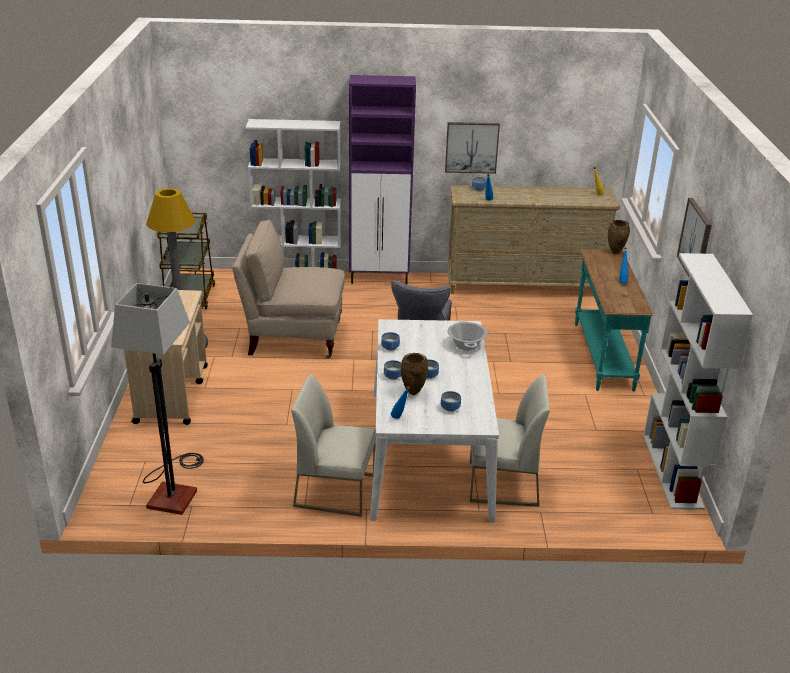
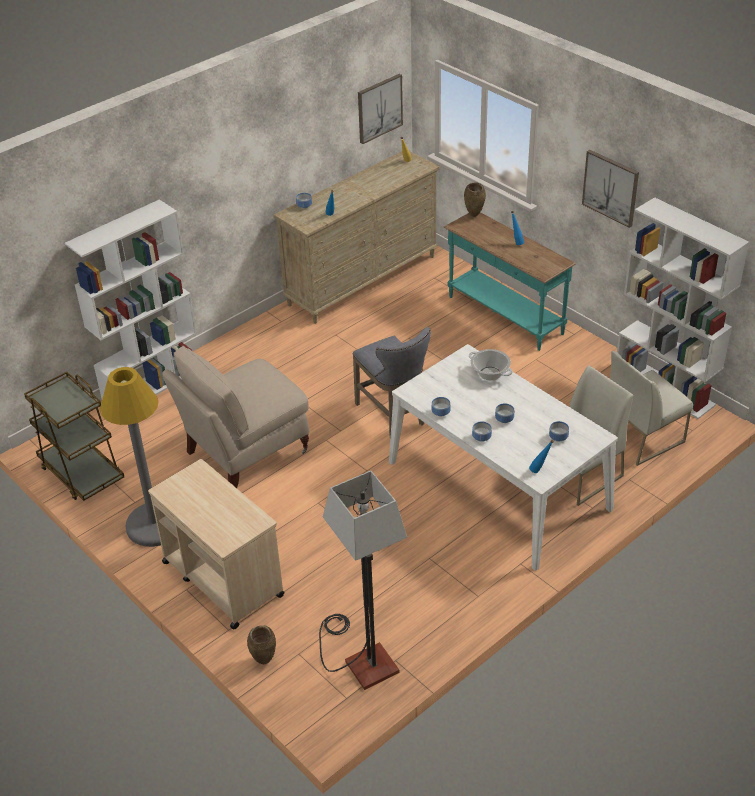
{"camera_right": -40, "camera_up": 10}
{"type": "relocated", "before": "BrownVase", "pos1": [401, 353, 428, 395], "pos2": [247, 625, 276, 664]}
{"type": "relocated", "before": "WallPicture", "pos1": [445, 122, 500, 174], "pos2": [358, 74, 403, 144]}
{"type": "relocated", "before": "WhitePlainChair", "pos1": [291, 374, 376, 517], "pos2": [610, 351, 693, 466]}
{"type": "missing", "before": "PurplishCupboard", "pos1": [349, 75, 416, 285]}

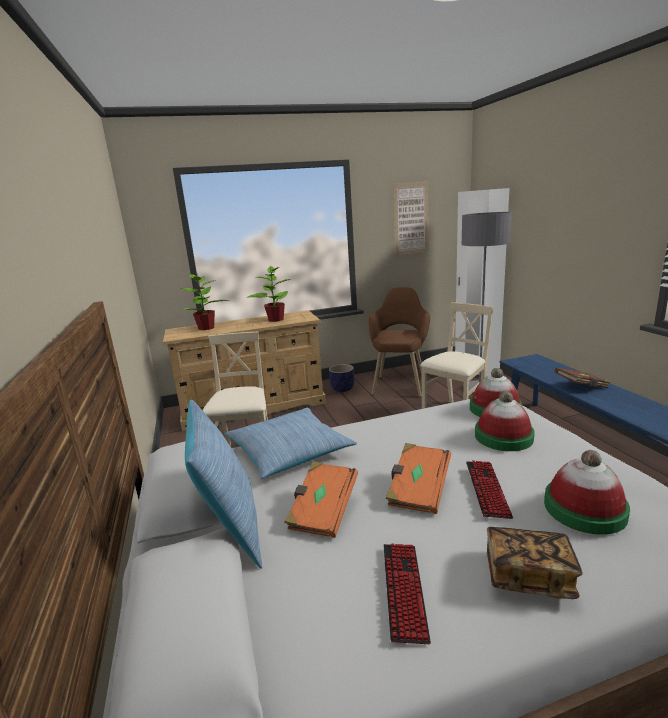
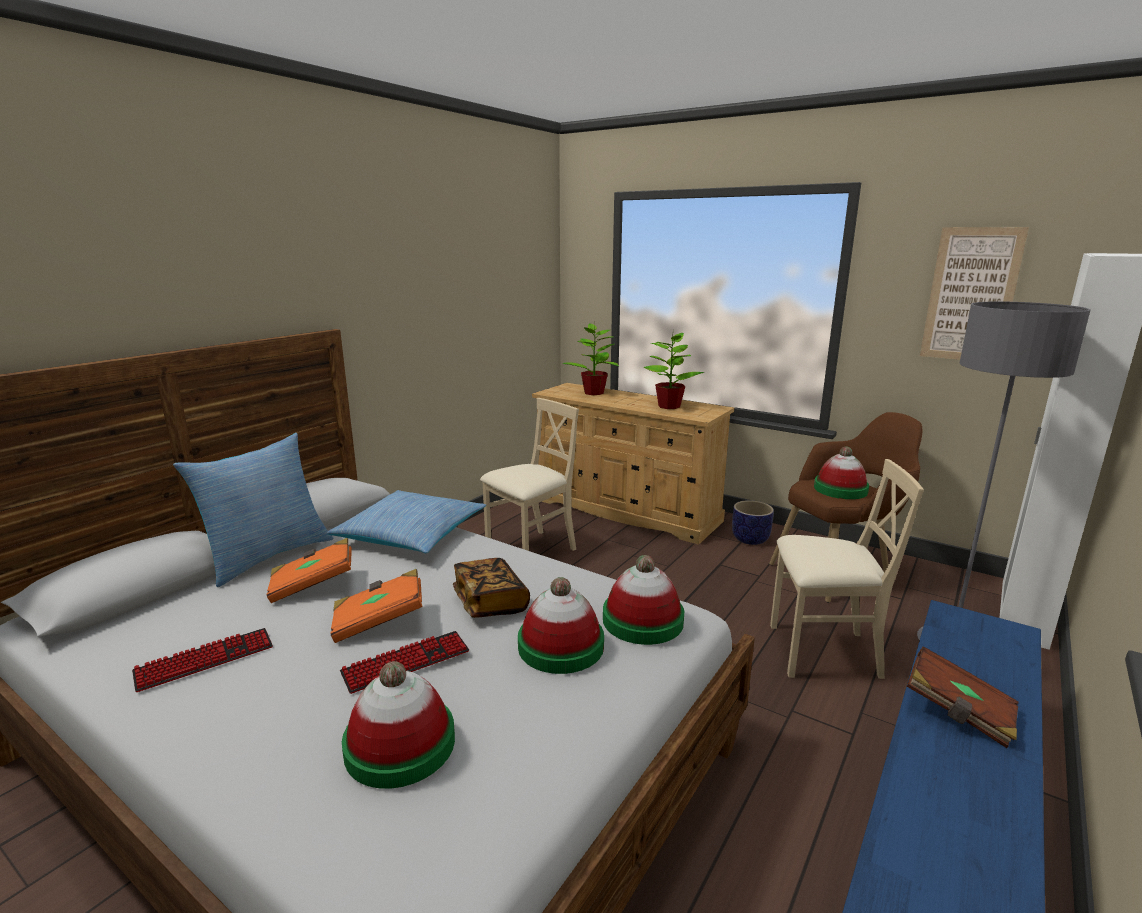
{"camera_right": 50, "camera_up": 0}
{"type": "relocated", "before": "BoundBook", "pos1": [487, 527, 583, 599], "pos2": [453, 558, 530, 618]}
{"type": "appeared", "after": "WearableHat", "pos2": [814, 447, 869, 499]}

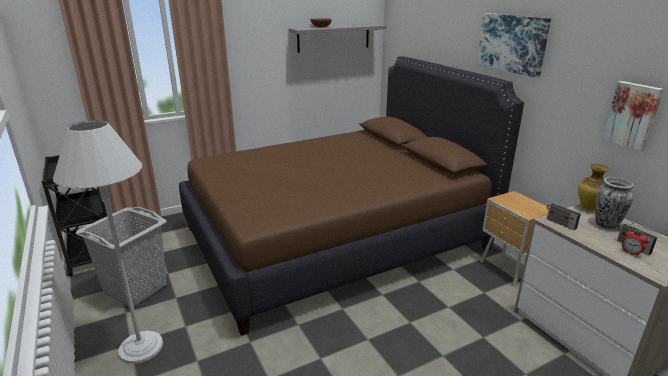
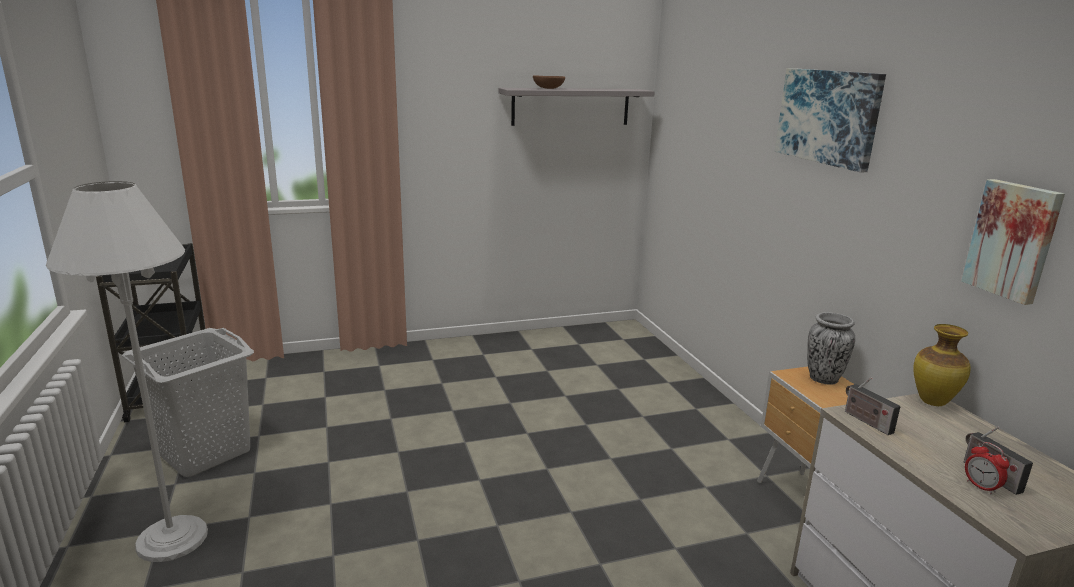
{"camera_right": 10, "camera_up": -5}
{"type": "relocated", "before": "Vase", "pos1": [595, 177, 634, 229], "pos2": [807, 312, 855, 385]}
{"type": "missing", "before": "BrownBedroomBed", "pos1": [179, 56, 524, 336]}

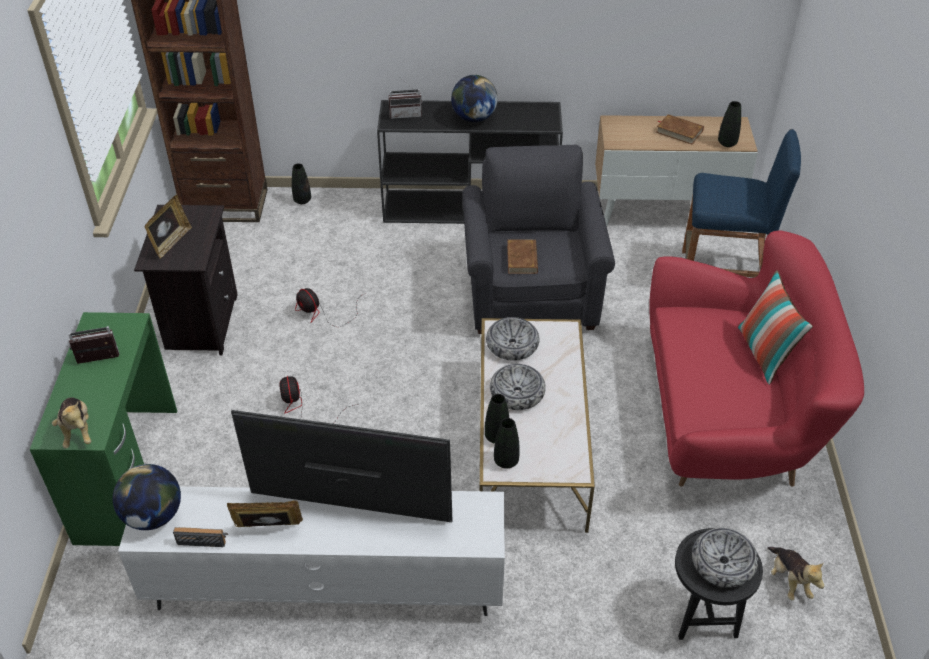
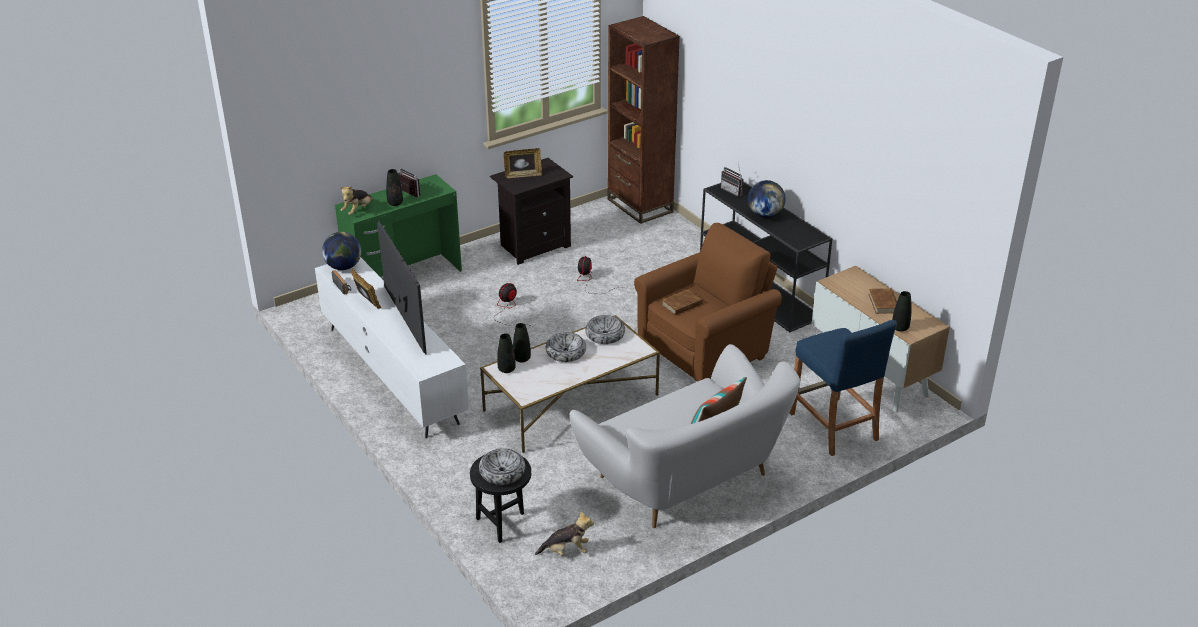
{"camera_right": 55, "camera_up": -10}
{"type": "relocated", "before": "BlackVase", "pos1": [292, 163, 311, 204], "pos2": [386, 169, 403, 206]}
{"type": "spun", "before": "CuddlyToy", "pos1": [767, 547, 824, 601], "pos2": [535, 511, 594, 556], "turn": -135}
{"type": "colour", "before": "RedColouredSettee", "after": "WhiteSettee", "pos1": [649, 230, 864, 487], "pos2": [569, 344, 800, 528]}
{"type": "colour", "before": "GreyArmchair", "after": "BrownArmchair", "pos1": [463, 145, 615, 334], "pos2": [634, 223, 782, 382]}

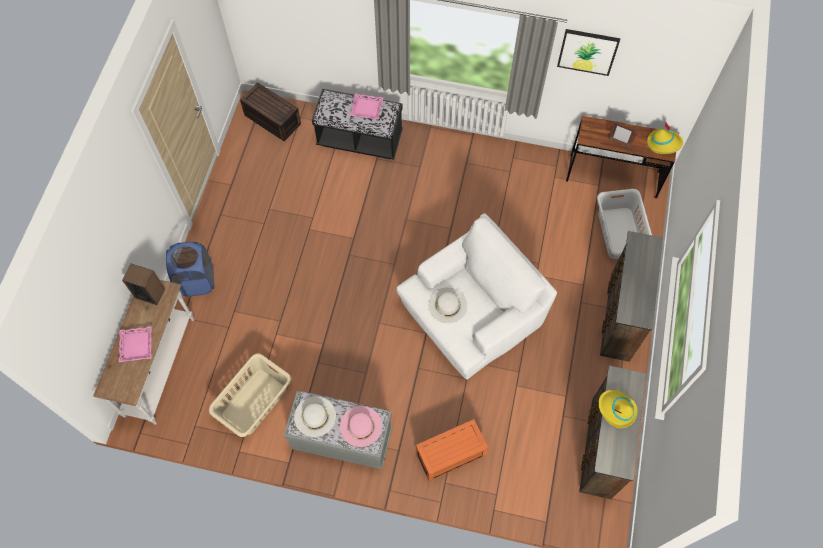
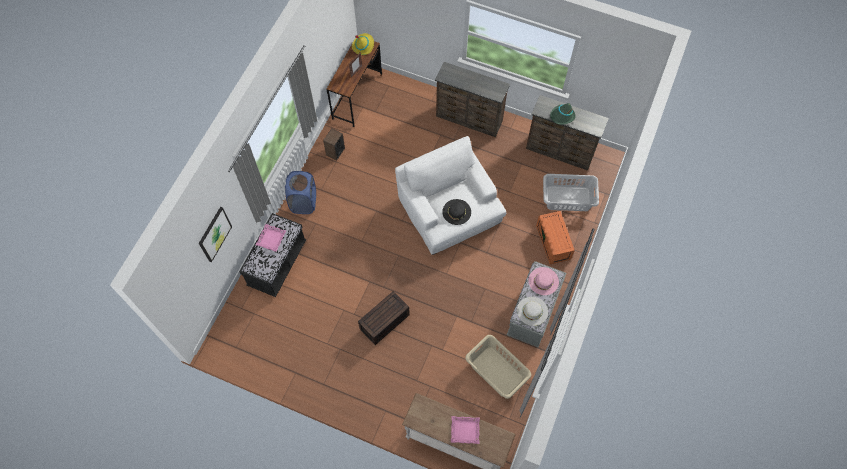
{"camera_right": -80, "camera_up": 0}
{"type": "relocated", "before": "WallPicture", "pos1": [557, 29, 620, 76], "pos2": [199, 207, 232, 262]}
{"type": "relocated", "before": "BlueColouredLaundryBasket", "pos1": [166, 241, 214, 296], "pos2": [285, 171, 316, 214]}
{"type": "relocated", "before": "Loudspeaker", "pos1": [122, 264, 165, 305], "pos2": [323, 129, 345, 160]}
{"type": "relocated", "before": "BrownStorageBin", "pos1": [240, 82, 301, 141], "pos2": [358, 291, 410, 345]}
{"type": "colour", "before": "WhiteWearableHat", "after": "BlackWearableHat", "pos1": [428, 287, 467, 323], "pos2": [442, 199, 471, 225]}
{"type": "relocated", "before": "GreyLaundryBasket", "pos1": [597, 189, 652, 259], "pos2": [543, 174, 599, 211]}
{"type": "colour", "before": "YellowishWearableHat", "after": "GreenishWearableHat", "pos1": [598, 390, 638, 428], "pos2": [550, 103, 575, 125]}

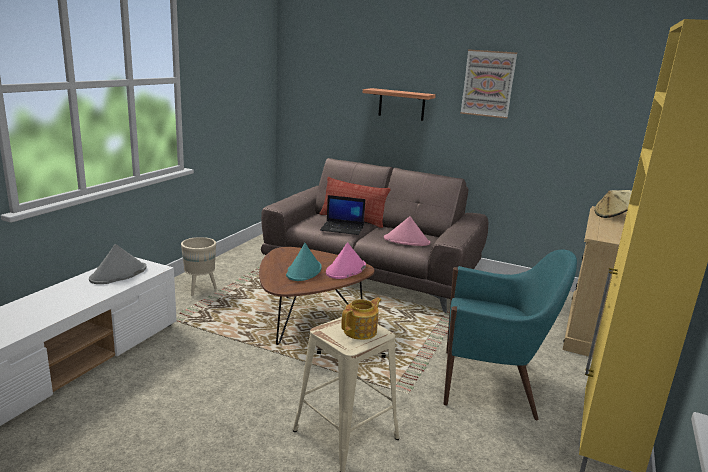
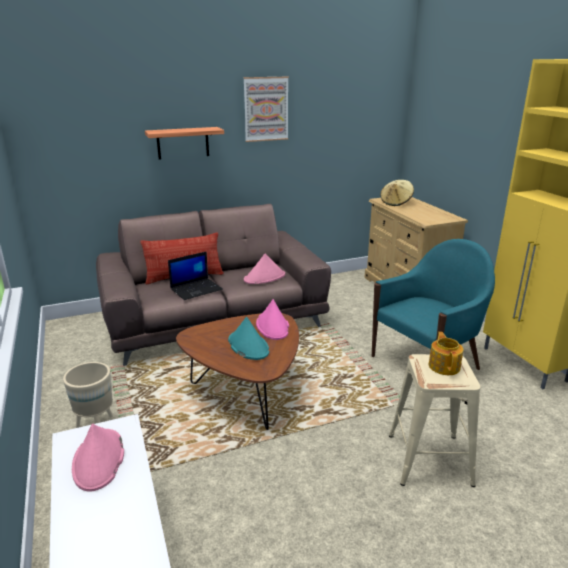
{"camera_right": -45, "camera_up": 5}
{"type": "colour", "before": "GreyWearableHat", "after": "PinkColouredWearableHat", "pos1": [89, 244, 147, 284], "pos2": [72, 424, 124, 492]}

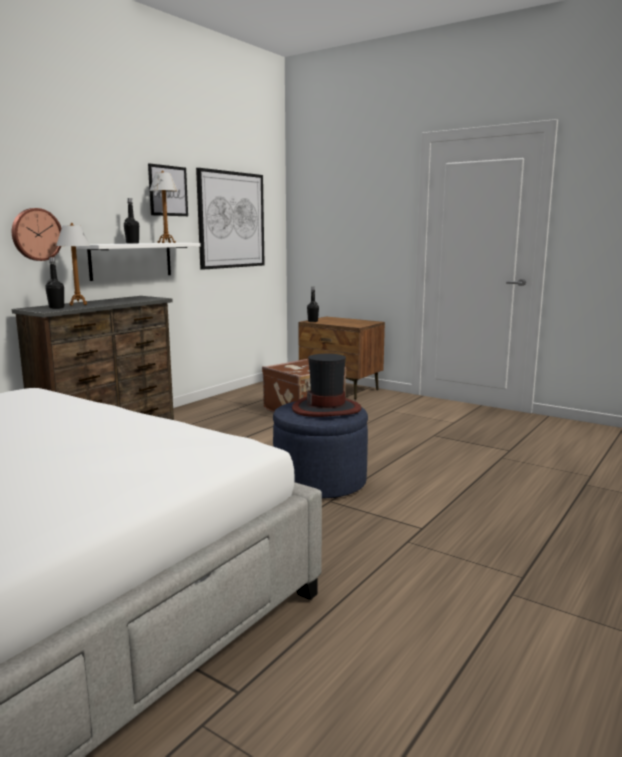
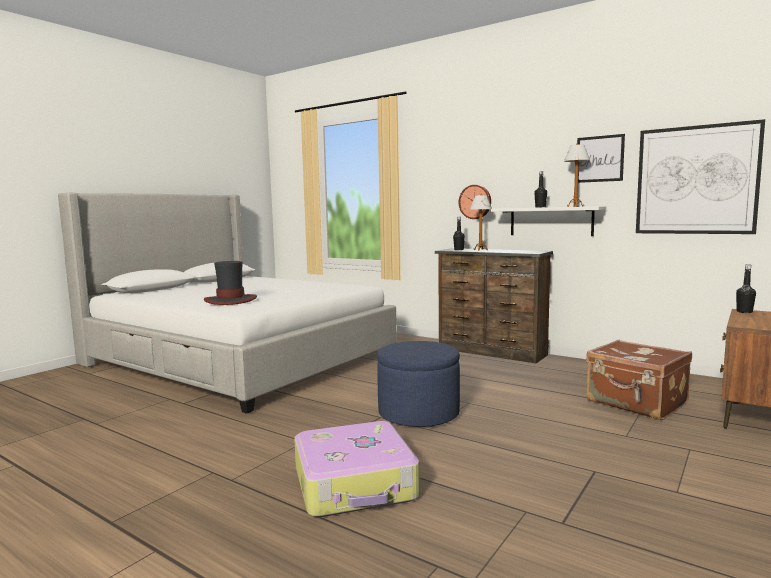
{"camera_right": 90, "camera_up": -5}
{"type": "relocated", "before": "WearableHat", "pos1": [292, 354, 362, 417], "pos2": [204, 261, 257, 305]}
{"type": "appeared", "after": "PieceOfLuggage", "pos2": [294, 421, 420, 517]}

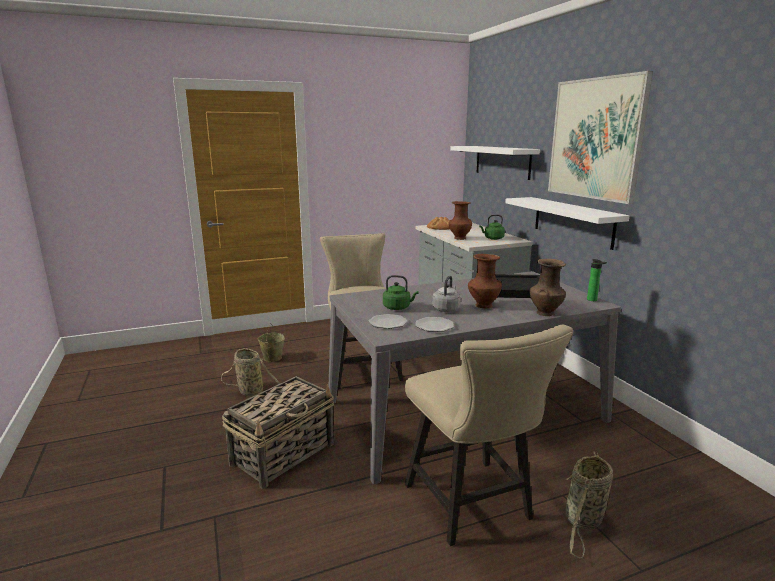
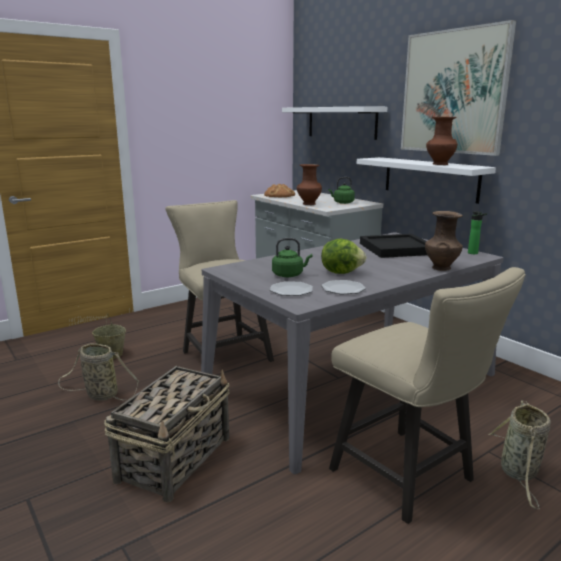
{"camera_right": -15, "camera_up": 0}
{"type": "exchanged", "before": "GreyWaterKettle", "after": "Lettuce", "pos1": [432, 276, 461, 312], "pos2": [321, 239, 367, 274]}
{"type": "relocated", "before": "BrownVase", "pos1": [468, 254, 502, 308], "pos2": [426, 117, 457, 165]}

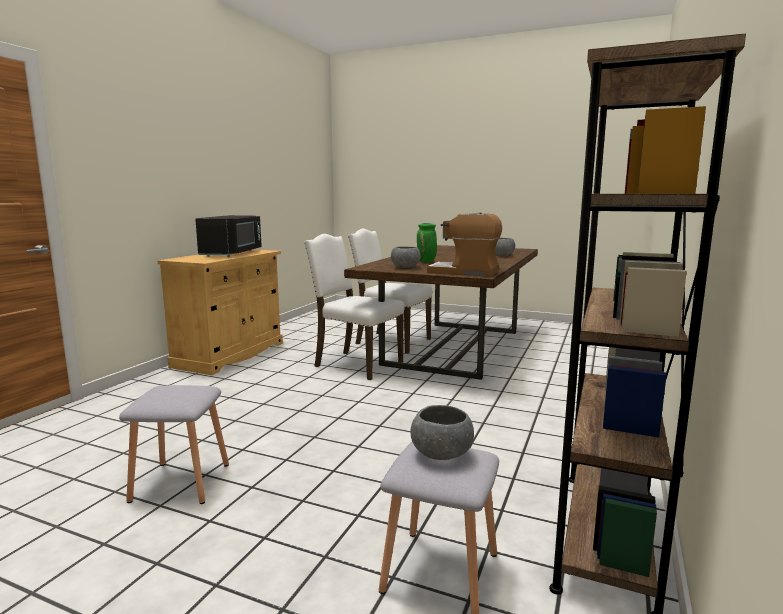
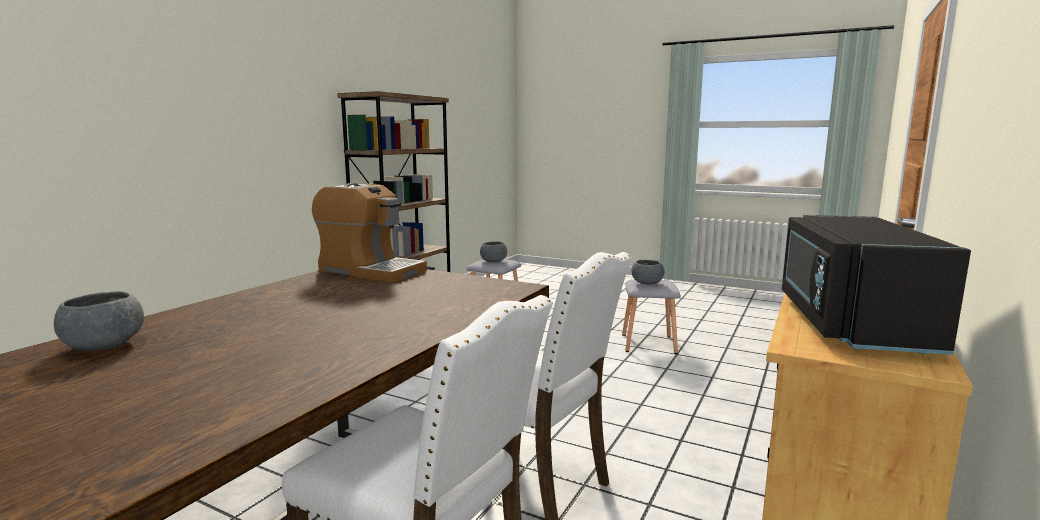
{"camera_right": -175, "camera_up": 0}
{"type": "relocated", "before": "GreyServingBowl", "pos1": [391, 246, 421, 268], "pos2": [632, 260, 664, 285]}
{"type": "missing", "before": "GreenishVase", "pos1": [417, 223, 437, 262]}

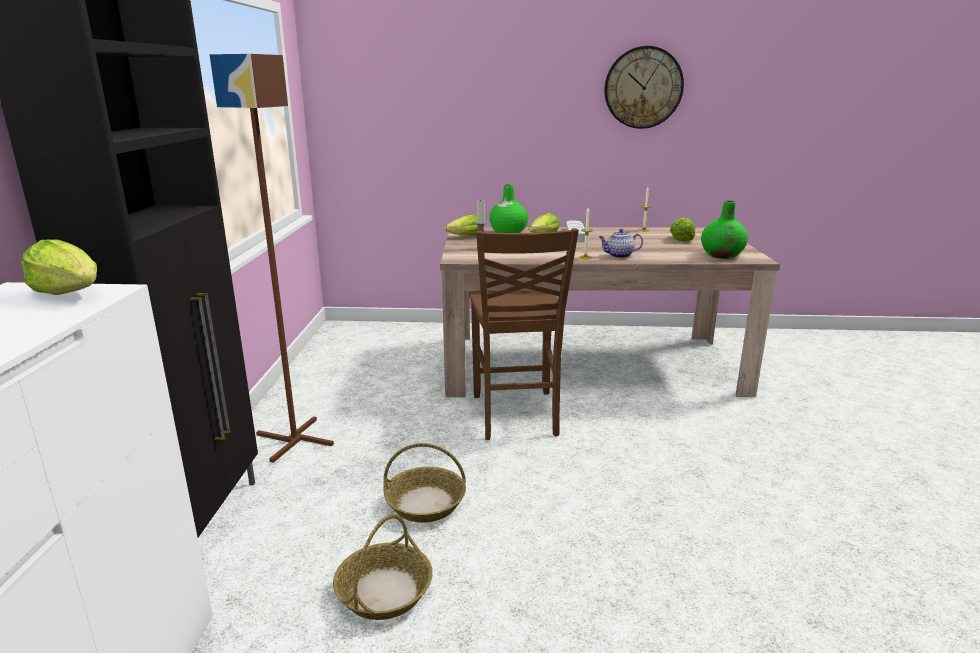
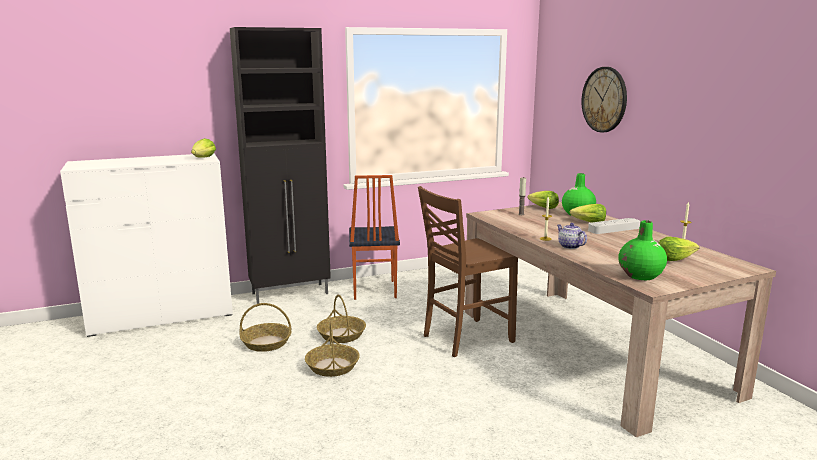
{"camera_right": 65, "camera_up": -5}
{"type": "appeared", "after": "Basket", "pos2": [305, 322, 360, 377]}
{"type": "exchanged", "before": "BrownStandardLamp", "after": "PlainChair", "pos1": [209, 54, 334, 463], "pos2": [349, 175, 400, 300]}
{"type": "relocated", "before": "WallClock", "pos1": [604, 46, 684, 129], "pos2": [582, 67, 627, 132]}

